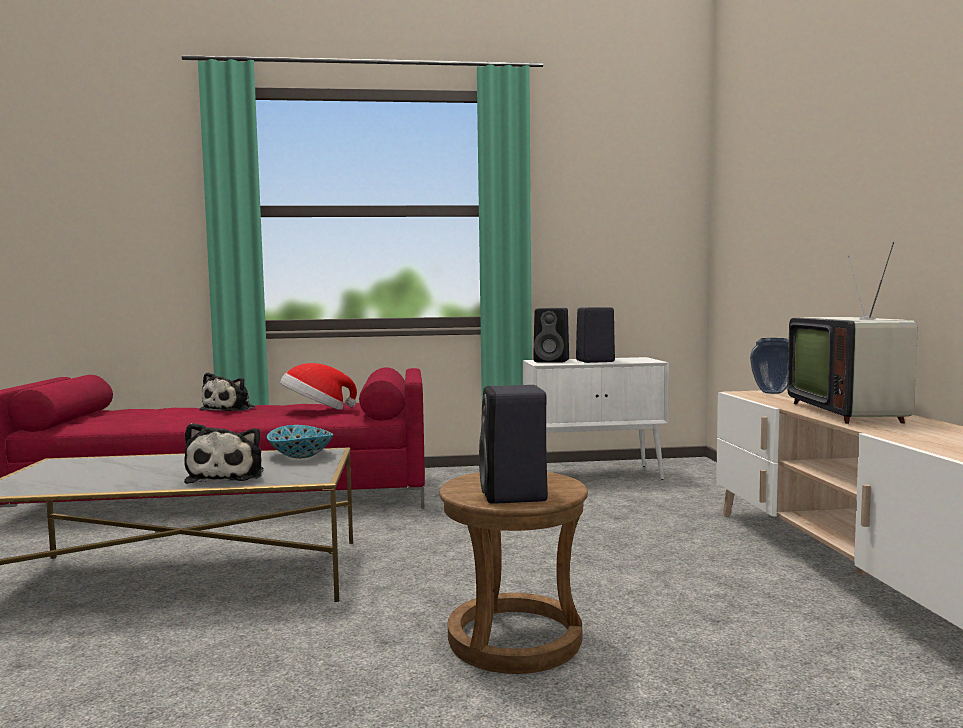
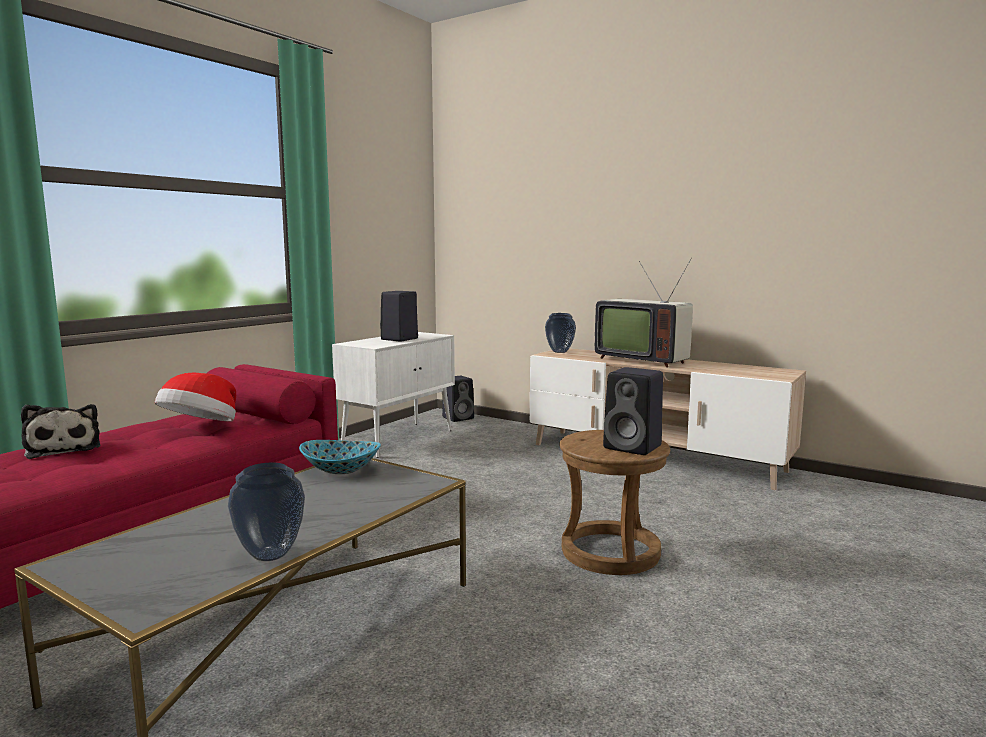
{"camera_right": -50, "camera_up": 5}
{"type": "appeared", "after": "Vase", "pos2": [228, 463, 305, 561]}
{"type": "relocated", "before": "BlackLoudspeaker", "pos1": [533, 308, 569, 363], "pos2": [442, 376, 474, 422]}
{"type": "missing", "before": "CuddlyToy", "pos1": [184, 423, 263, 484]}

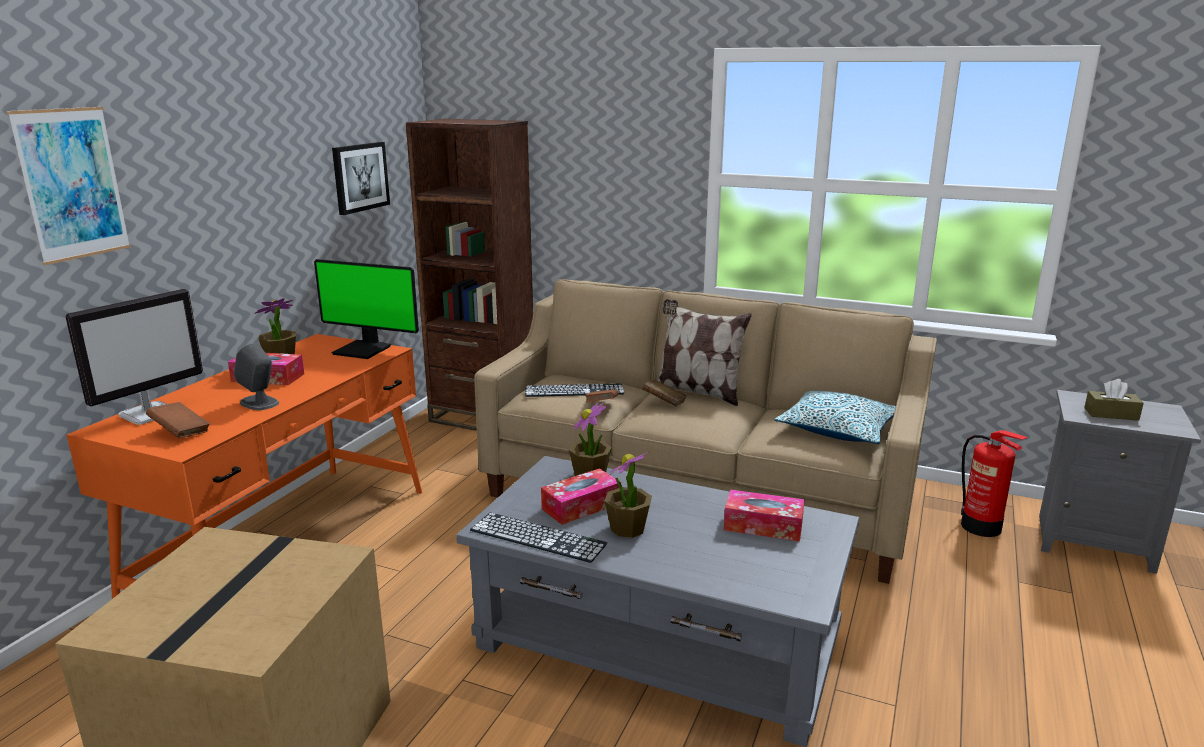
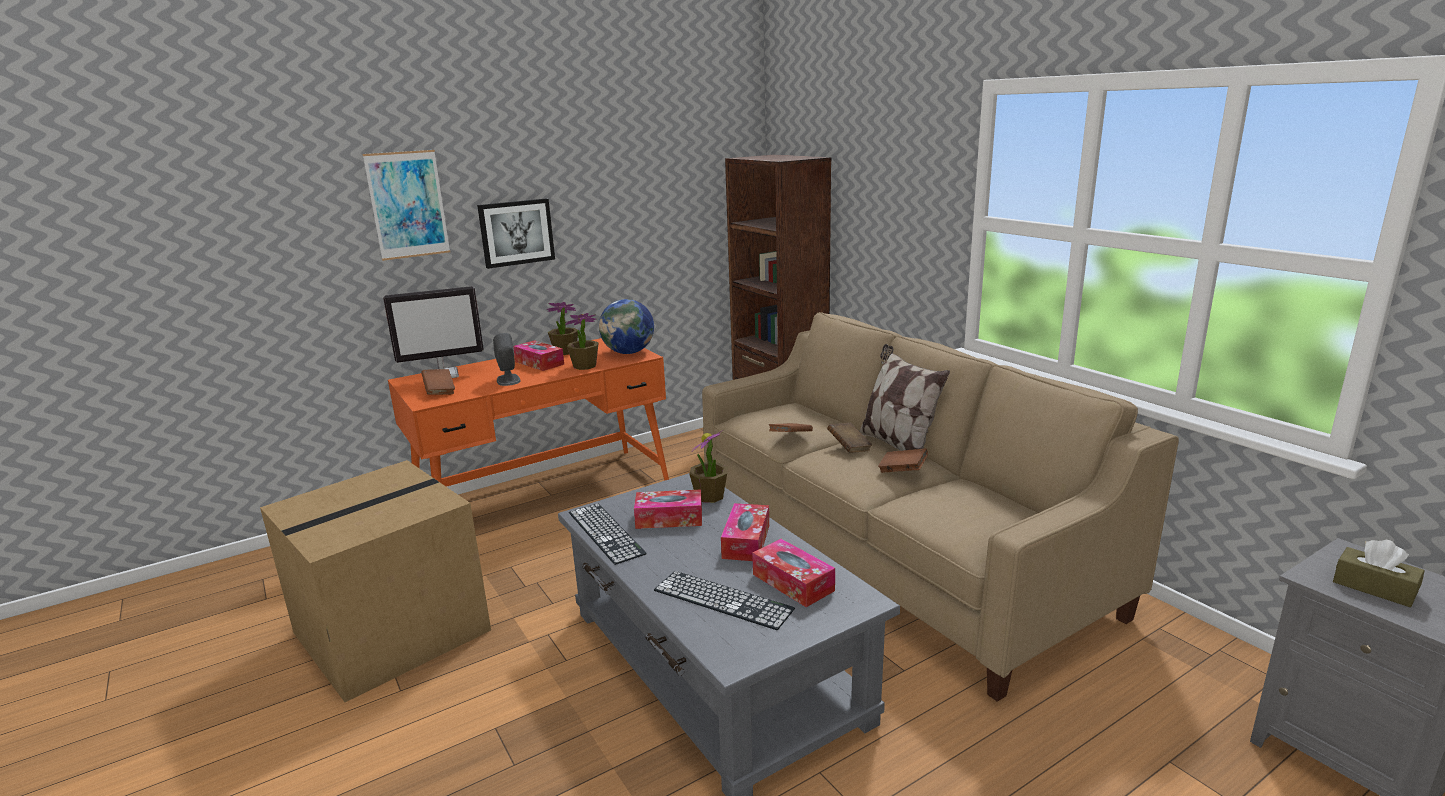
{"camera_right": 35, "camera_up": 0}
{"type": "relocated", "before": "WallPicture", "pos1": [332, 142, 390, 215], "pos2": [477, 198, 555, 269]}
{"type": "relocated", "before": "Houseplant", "pos1": [605, 451, 652, 538], "pos2": [565, 313, 599, 370]}
{"type": "exchanged", "before": "ComputerDisplay", "after": "Globe", "pos1": [314, 259, 419, 359], "pos2": [599, 299, 654, 354]}
{"type": "relocated", "before": "ComputerKeyboard", "pos1": [525, 384, 624, 397], "pos2": [654, 571, 795, 630]}
{"type": "appeared", "after": "TissueBox", "pos2": [721, 503, 769, 561]}
{"type": "appeared", "after": "BrownBoundBook", "pos2": [878, 448, 928, 473]}
{"type": "missing", "before": "Cushion", "pos1": [775, 391, 896, 444]}
{"type": "missing", "before": "FireFightingCylinder", "pos1": [961, 430, 1028, 537]}

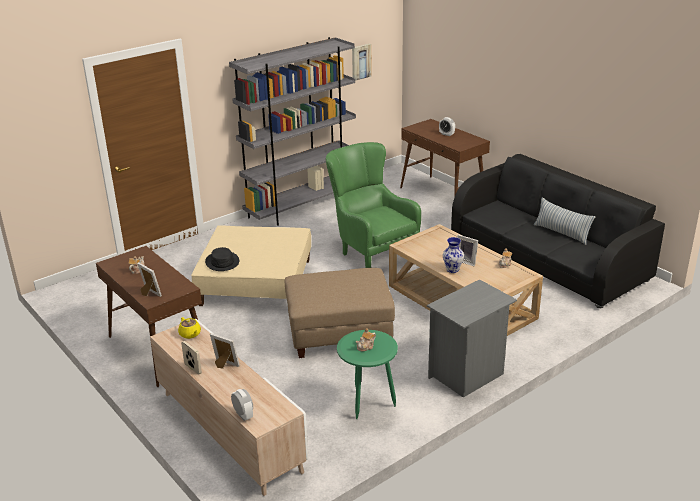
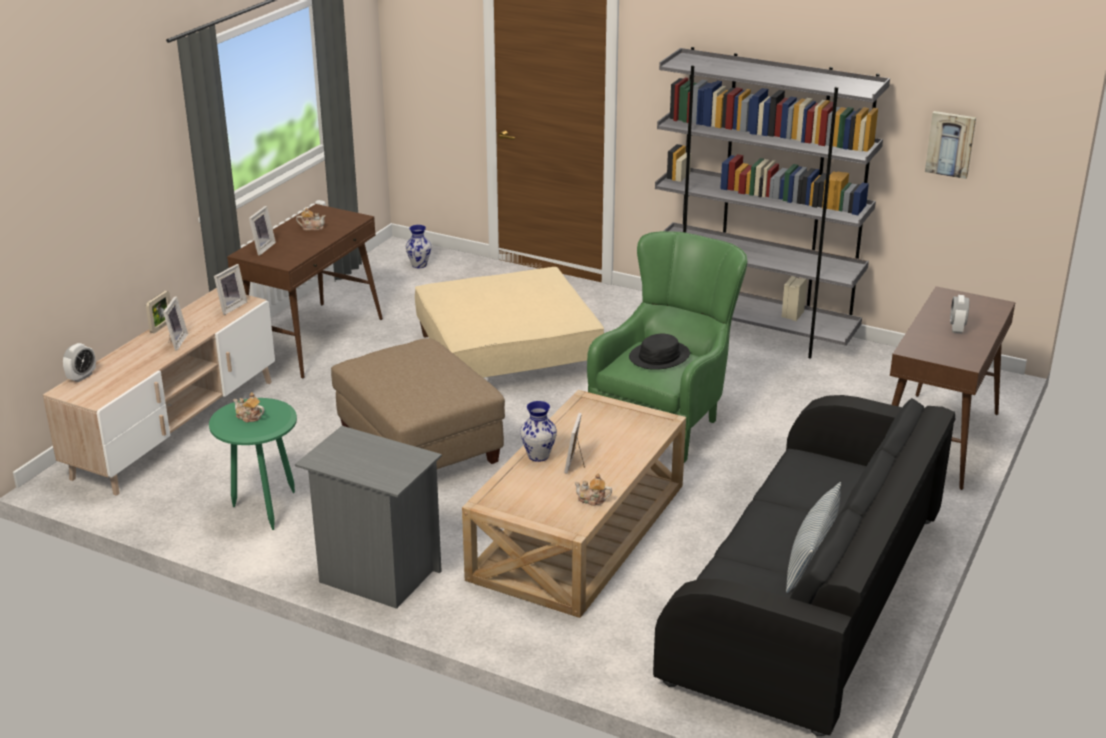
{"camera_right": 65, "camera_up": 0}
{"type": "exchanged", "before": "YellowishTeaPot", "after": "PictureFrame", "pos1": [178, 317, 201, 339], "pos2": [214, 264, 247, 315]}
{"type": "appeared", "after": "Vase", "pos2": [406, 225, 431, 268]}
{"type": "relocated", "before": "BlackWearableHat", "pos1": [205, 247, 239, 271], "pos2": [629, 333, 690, 370]}

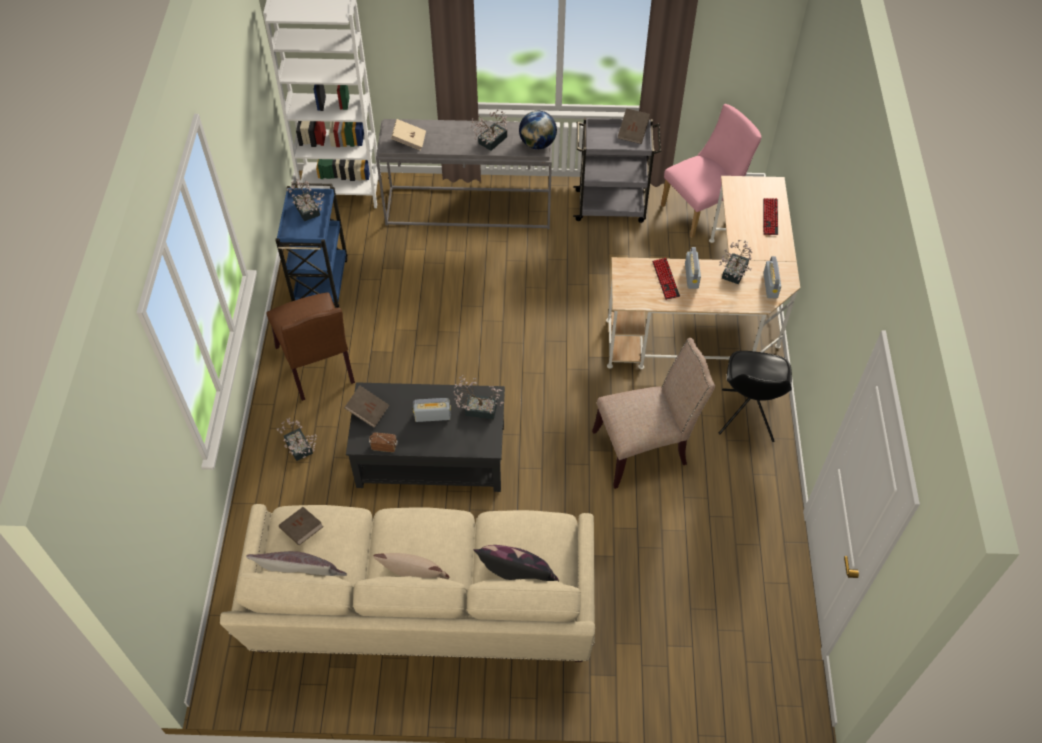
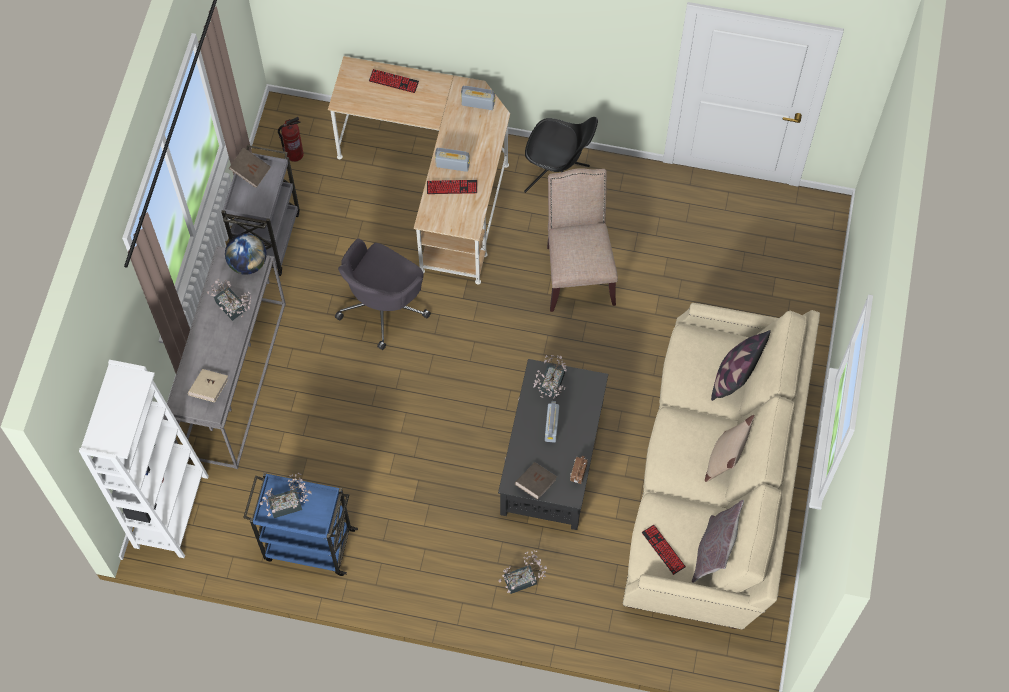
{"camera_right": -80, "camera_up": 10}
{"type": "exchanged", "before": "PinkColouredPlainChair", "after": "FireFightingCylinder", "pos1": [661, 104, 762, 238], "pos2": [278, 117, 304, 162]}
{"type": "appeared", "after": "GreyDeskChair", "pos2": [335, 239, 431, 350]}
{"type": "exchanged", "before": "BrownBoundBook", "after": "ComputerKeyboard", "pos1": [279, 507, 324, 545], "pos2": [642, 525, 686, 575]}
{"type": "missing", "before": "BrownPlainChair", "pos1": [267, 292, 355, 401]}
{"type": "missing", "before": "Houseplant", "pos1": [719, 240, 752, 285]}

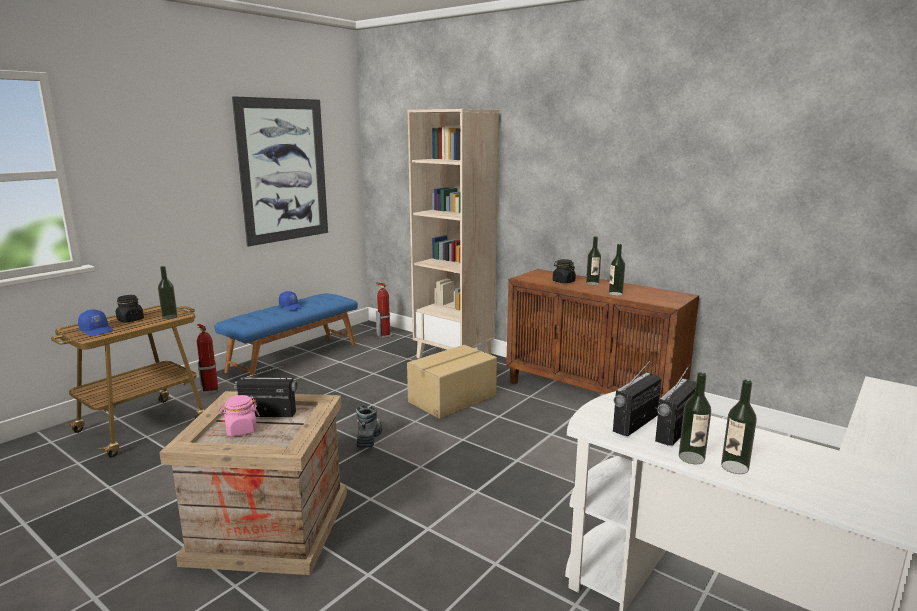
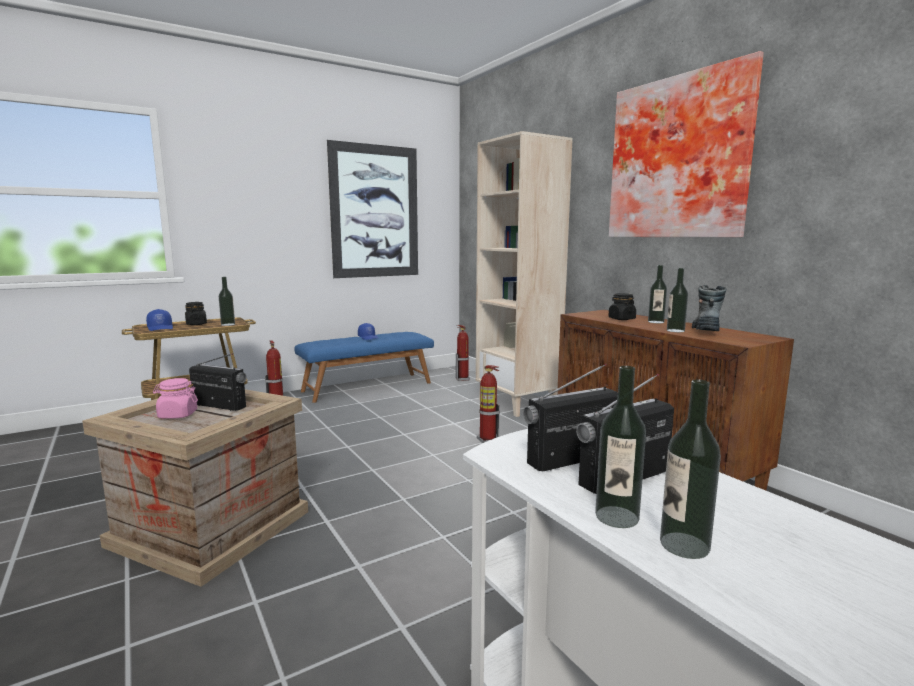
{"camera_right": 20, "camera_up": -5}
{"type": "exchanged", "before": "PackingBox", "after": "FireFightingCylinder", "pos1": [407, 345, 497, 419], "pos2": [477, 365, 500, 443]}
{"type": "appeared", "after": "WallPicture", "pos2": [609, 51, 764, 237]}
{"type": "relocated", "before": "TallBoot", "pos1": [356, 405, 382, 448], "pos2": [692, 285, 727, 331]}

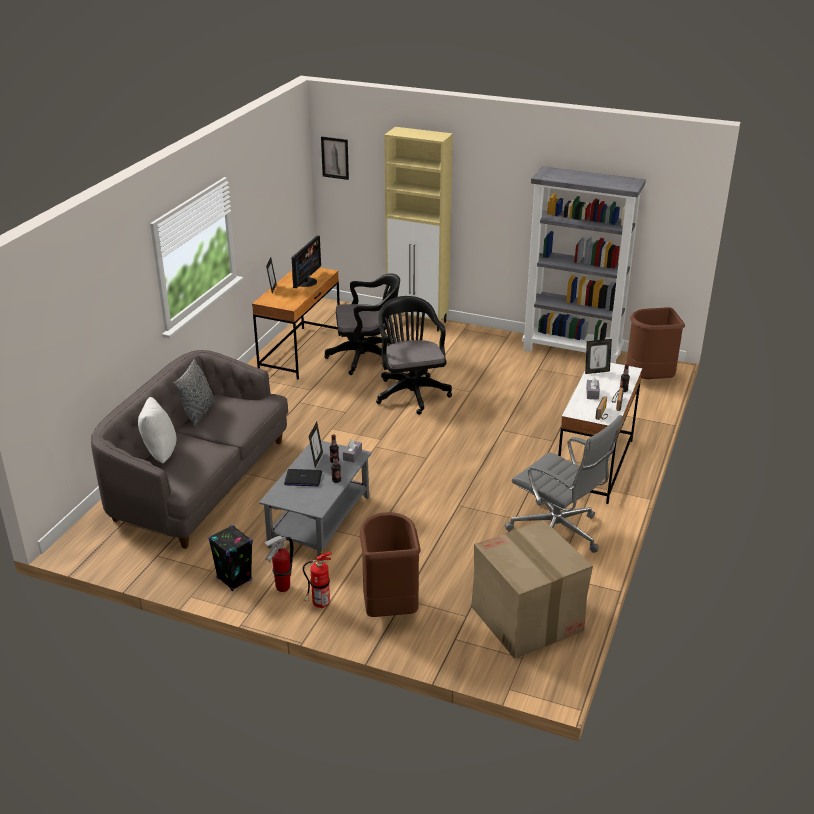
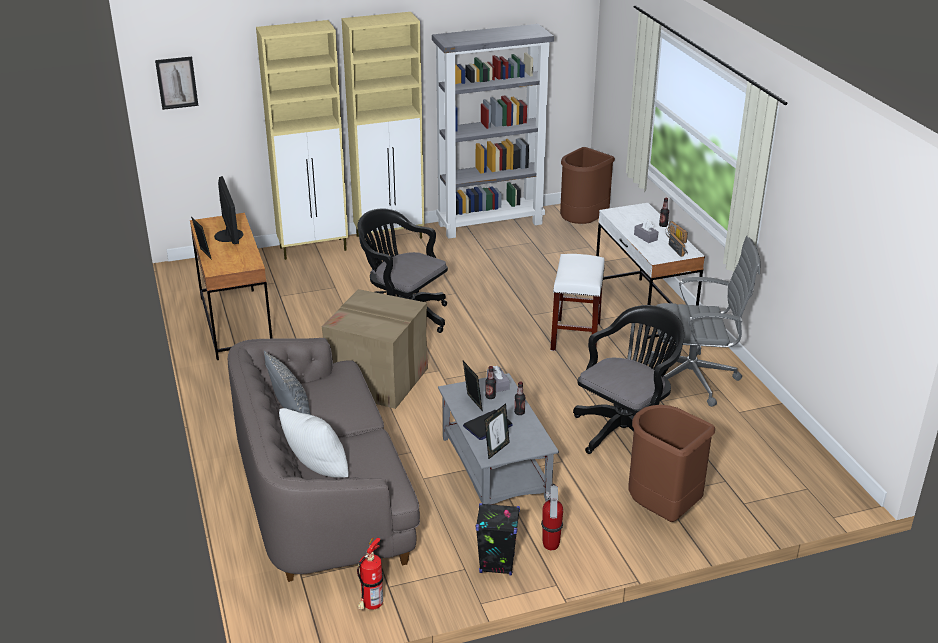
{"camera_right": -40, "camera_up": 0}
{"type": "relocated", "before": "PackingBox", "pos1": [471, 520, 593, 659], "pos2": [322, 289, 428, 409]}
{"type": "appeared", "after": "BeigeCupboard", "pos2": [341, 12, 424, 239]}
{"type": "relocated", "before": "FireFightingCylinder", "pos1": [303, 550, 332, 608], "pos2": [357, 538, 383, 610]}
{"type": "relocated", "before": "PictureFrame", "pos1": [585, 339, 612, 374], "pos2": [484, 404, 510, 459]}
{"type": "appeared", "after": "WhiteStool", "pos2": [550, 254, 605, 351]}
{"type": "relocated", "before": "BlackDeskChair", "pos1": [324, 274, 400, 375], "pos2": [573, 305, 684, 454]}

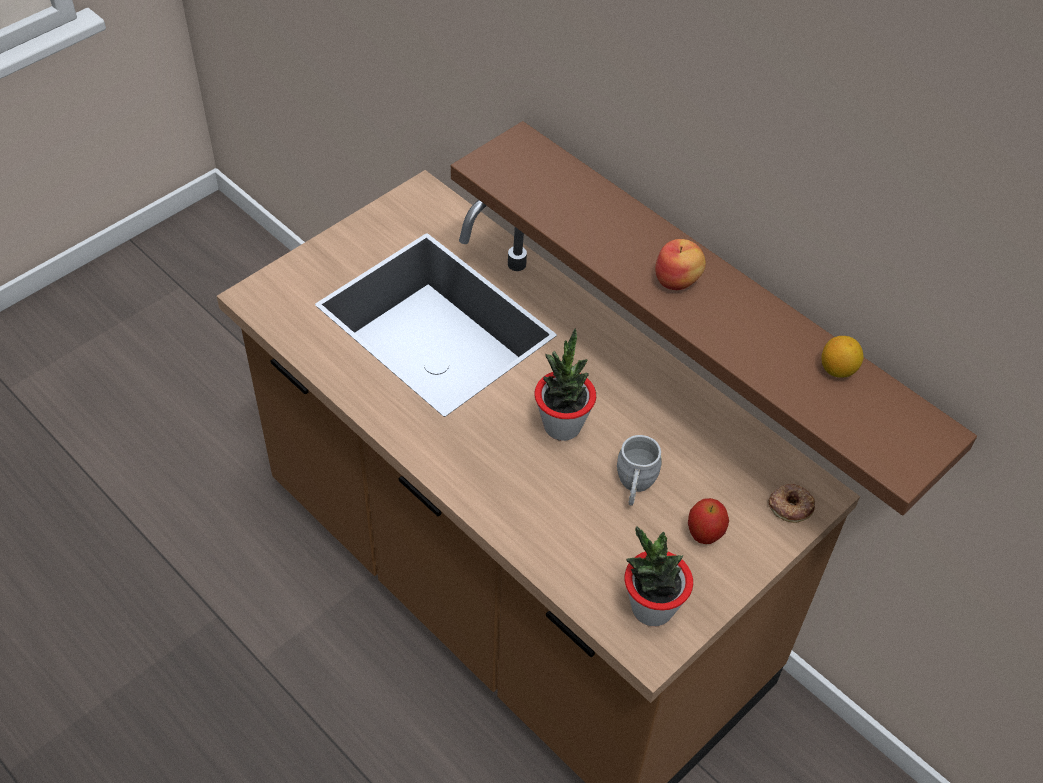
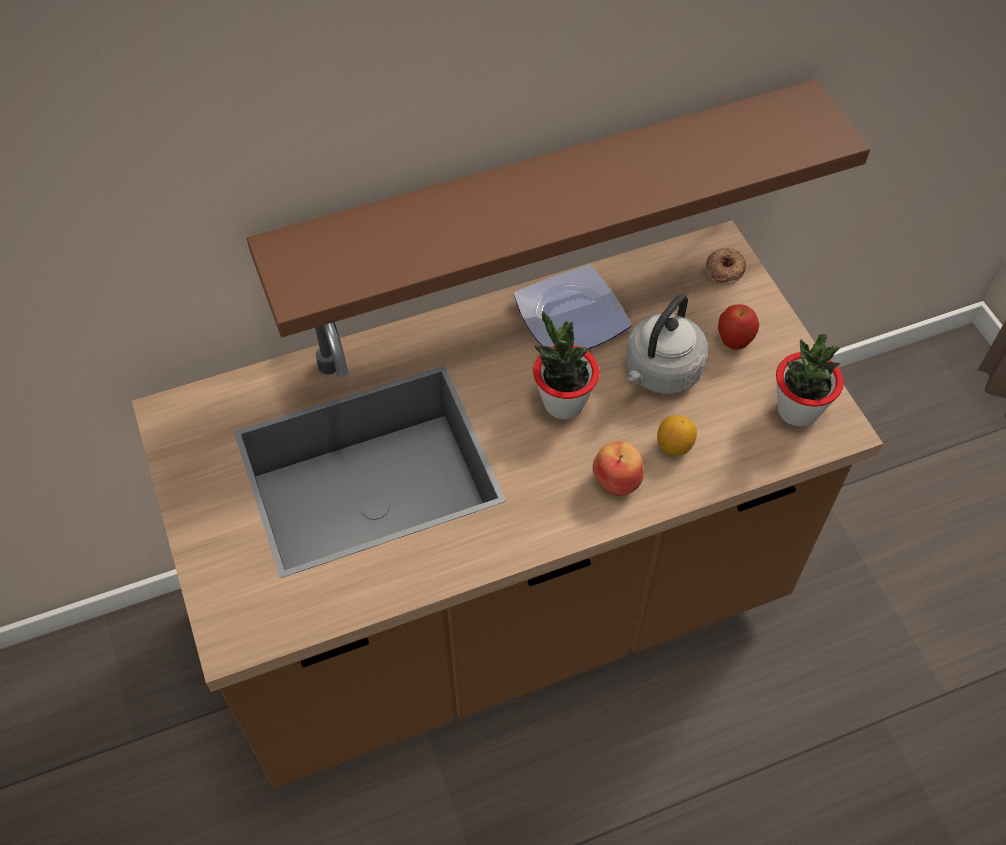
{"camera_right": -65, "camera_up": 5}
{"type": "appeared", "after": "FlatDish", "pos2": [514, 265, 632, 349]}
{"type": "relocated", "before": "AppleFruit", "pos1": [655, 239, 706, 290], "pos2": [593, 441, 644, 496]}
{"type": "exchanged", "before": "GreyTeaMug", "after": "GreyWaterKettle", "pos1": [617, 435, 662, 506], "pos2": [625, 293, 708, 394]}
{"type": "relocated", "before": "Lemon", "pos1": [821, 336, 864, 378], "pos2": [657, 415, 697, 456]}

